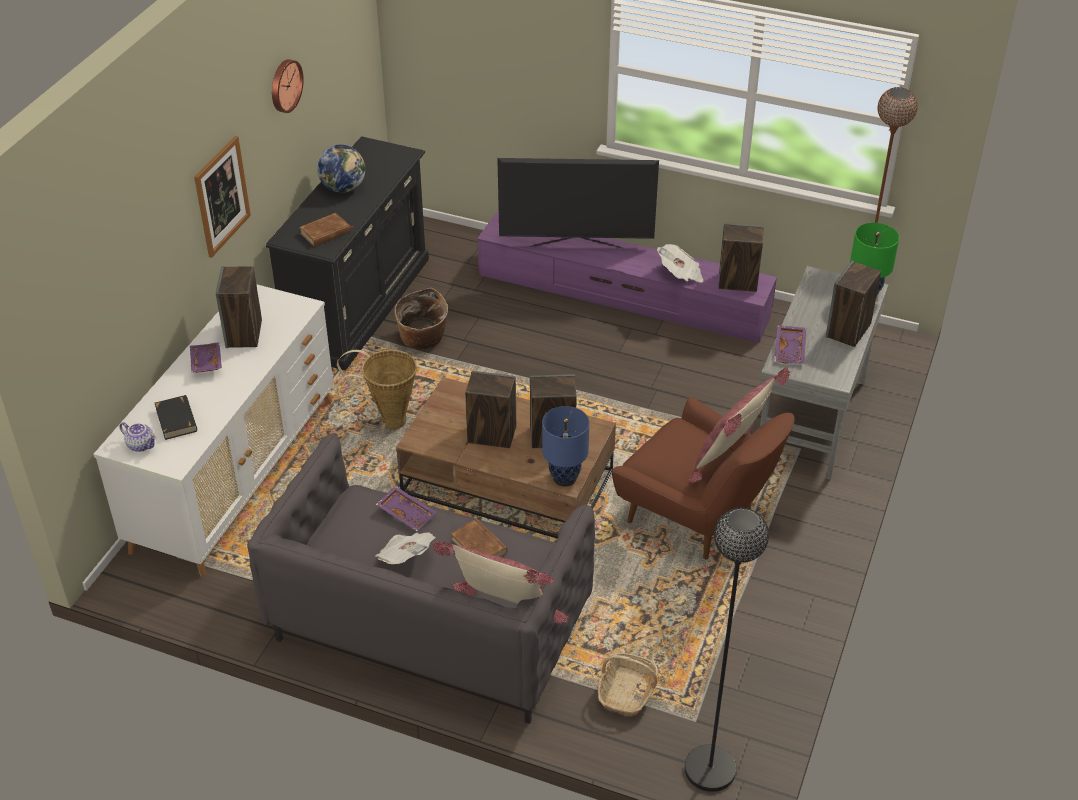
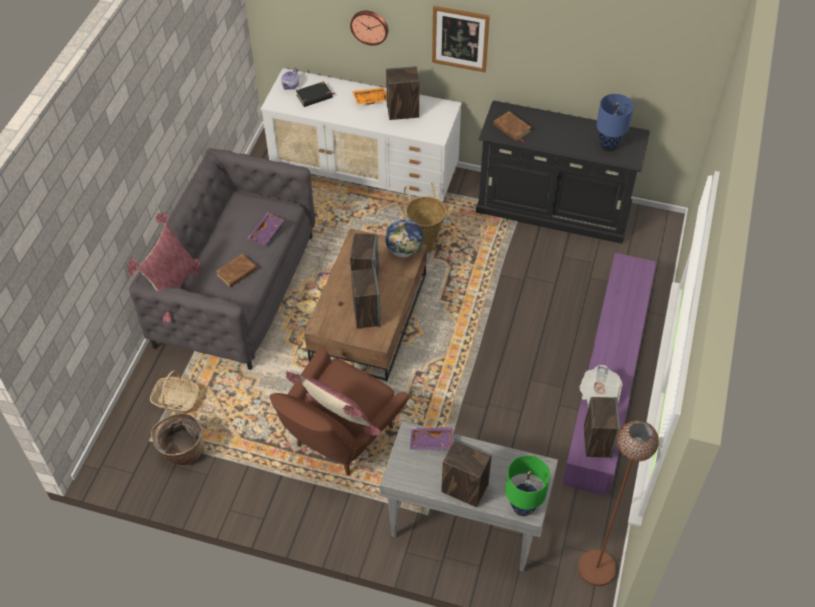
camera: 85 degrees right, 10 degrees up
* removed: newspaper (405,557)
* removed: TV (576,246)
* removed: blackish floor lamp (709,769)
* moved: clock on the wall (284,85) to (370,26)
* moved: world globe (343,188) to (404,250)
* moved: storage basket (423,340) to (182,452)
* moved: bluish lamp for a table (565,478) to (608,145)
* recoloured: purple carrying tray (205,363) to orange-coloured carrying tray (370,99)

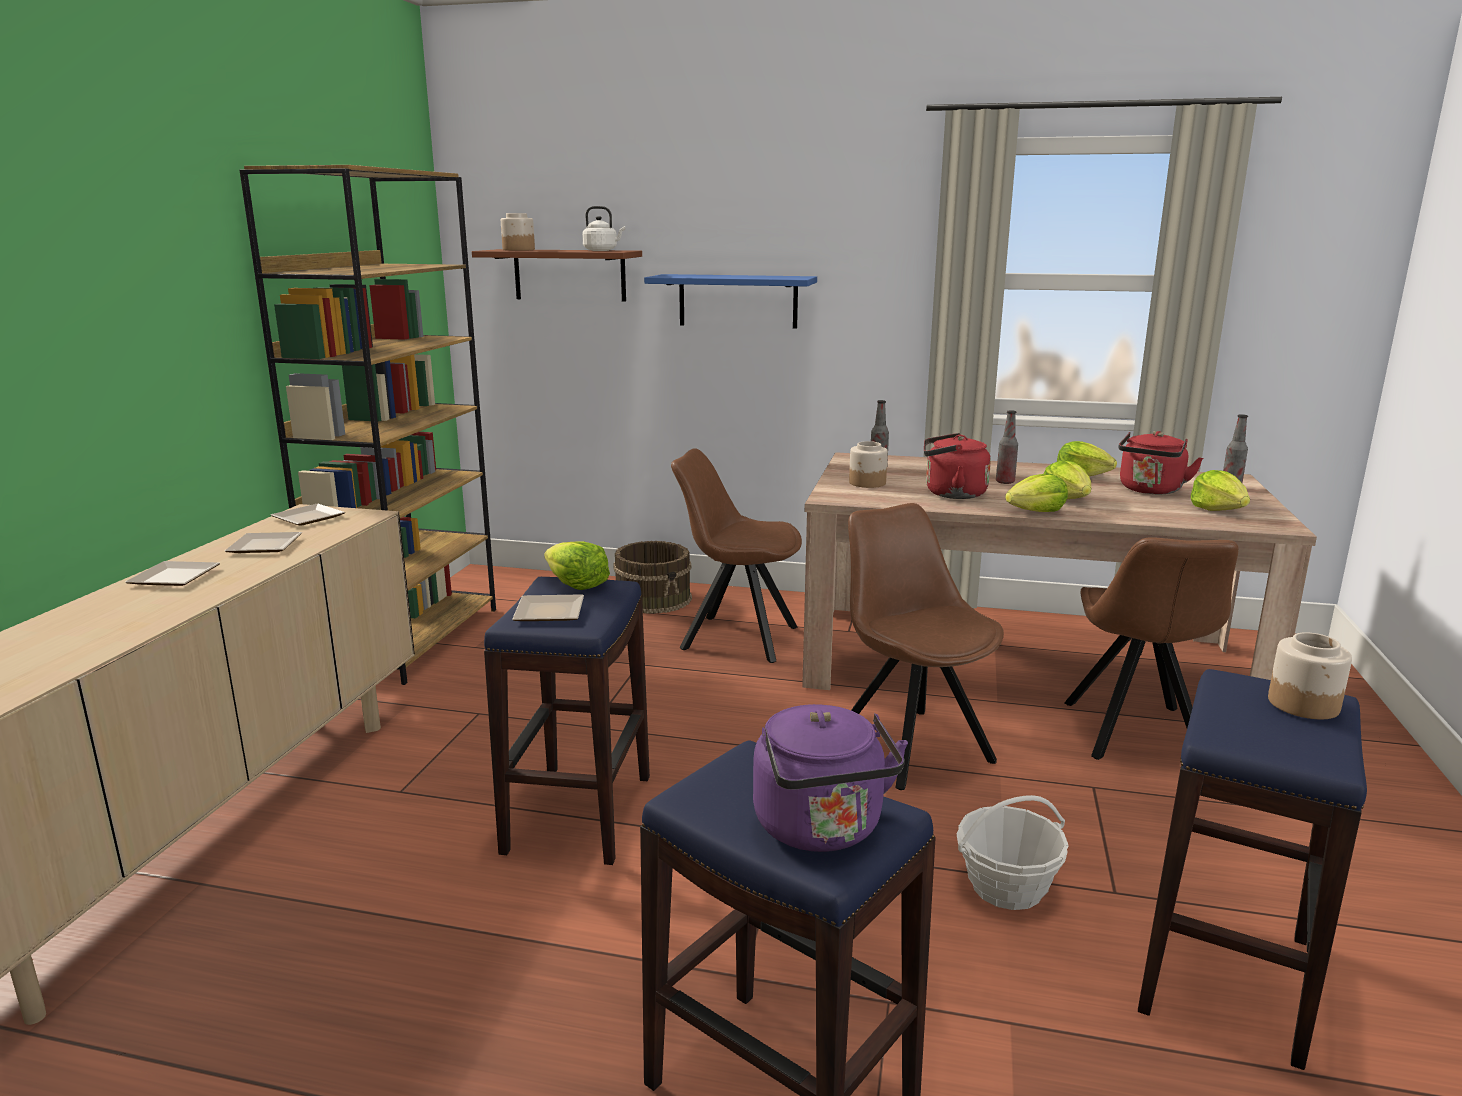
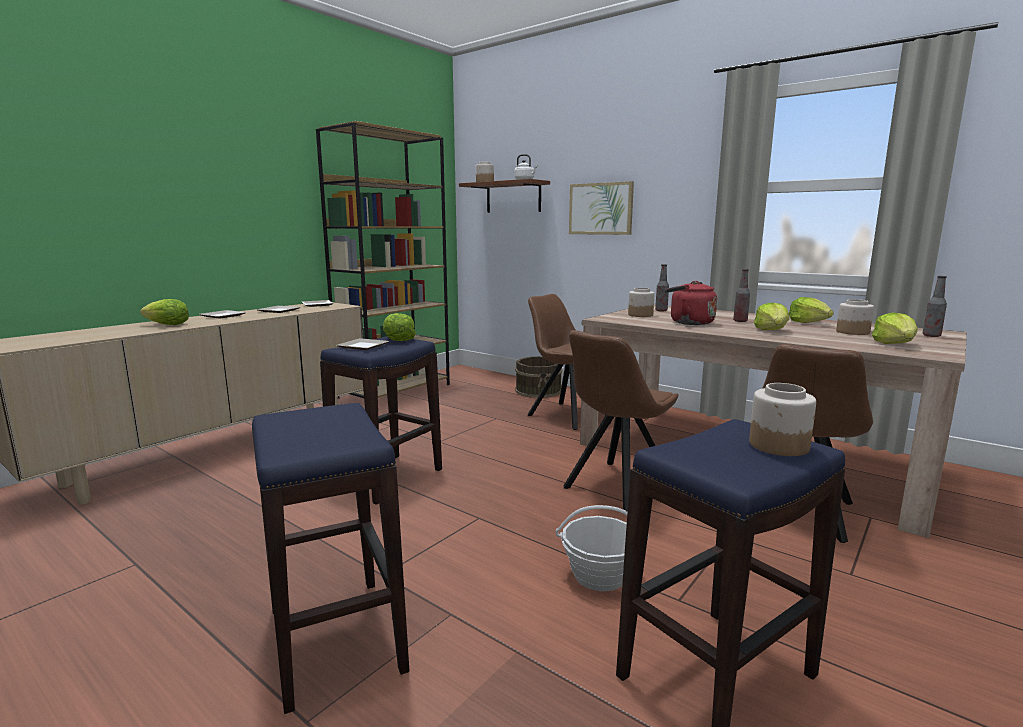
camera: 25 degrees right, 5 degrees down
* removed: purple water kettle (822,830)
* moved: head of lettuce (1036,512) to (167,325)
* replaced: bluish bracket shelf (738,301) to wall picture (600,209)
* replaced: red water kettle (1150,490) to jar (852,332)
* turned: brownish plain chair (911,747) = (617,486) 135 degrees counterclockwise

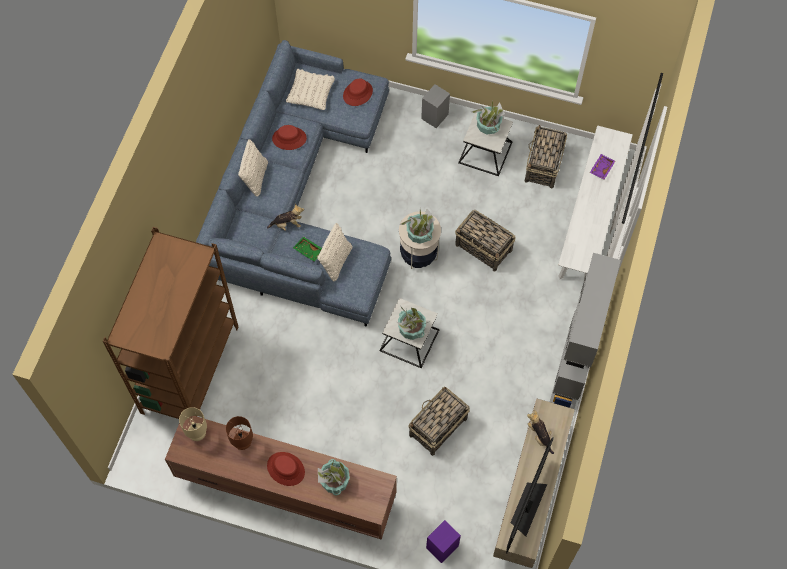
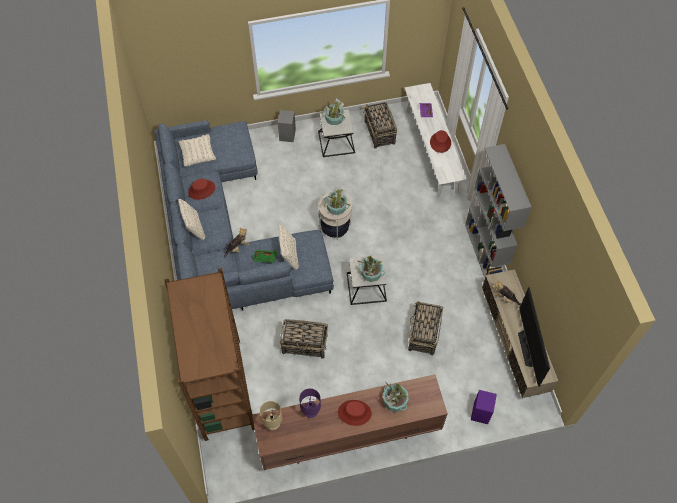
camera: 30 degrees left, 5 degrees down
* moved: red hat (357,93) to (440,142)
* moved: storage basket (484,248) to (305,344)
* recoloured: brownish lamp for a table (243,443) to purple lamp for a table (311,412)

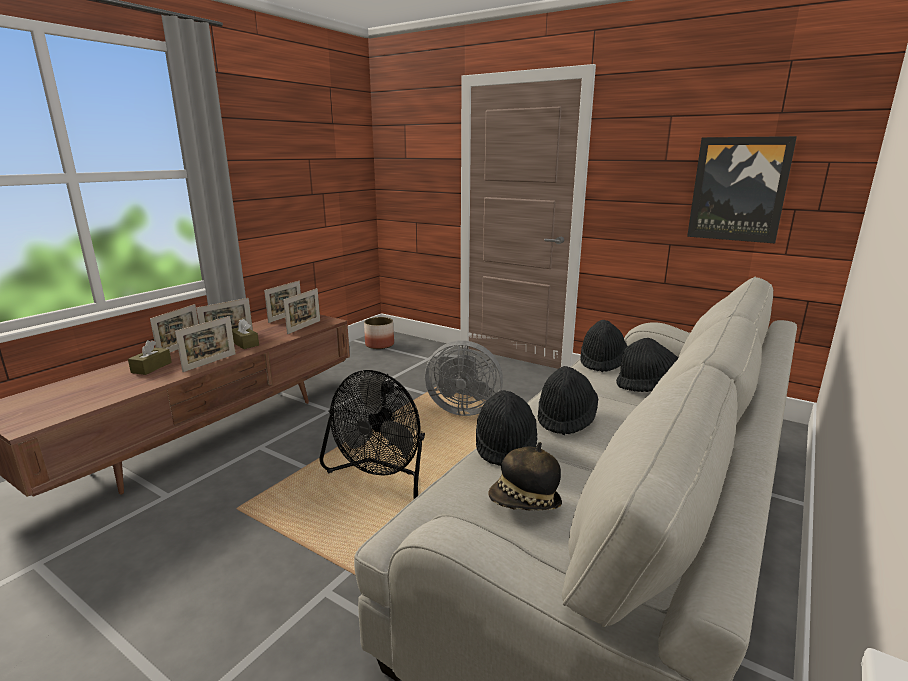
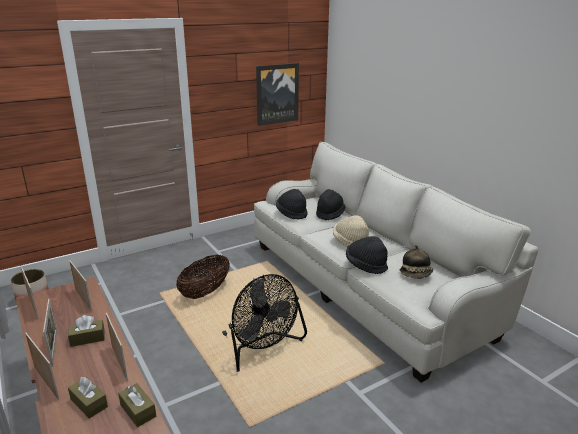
camera: 65 degrees left, 5 degrees up
* added: brownish tissue box (138,410)
* replaced: greyish fan (462,409) to storage basket (205,292)
* recoloured: blackish hat (566,418) to sand-coloured hat (351,242)

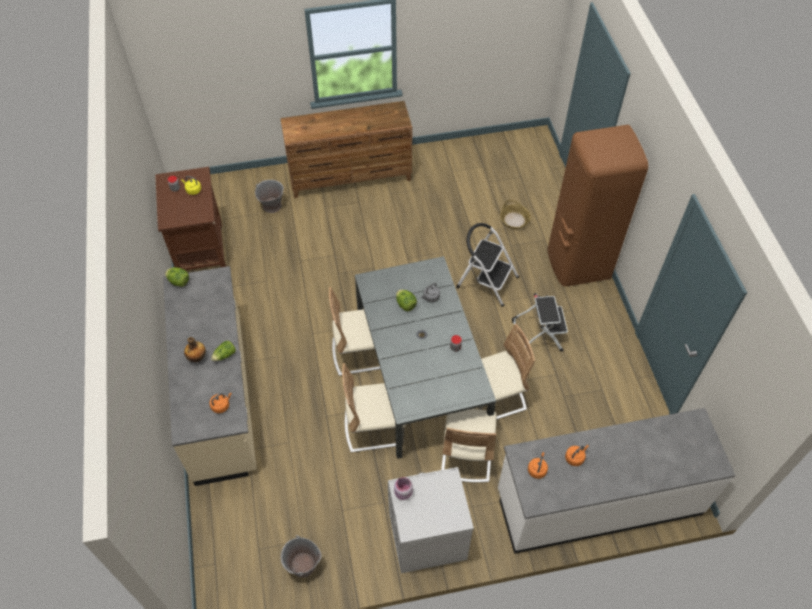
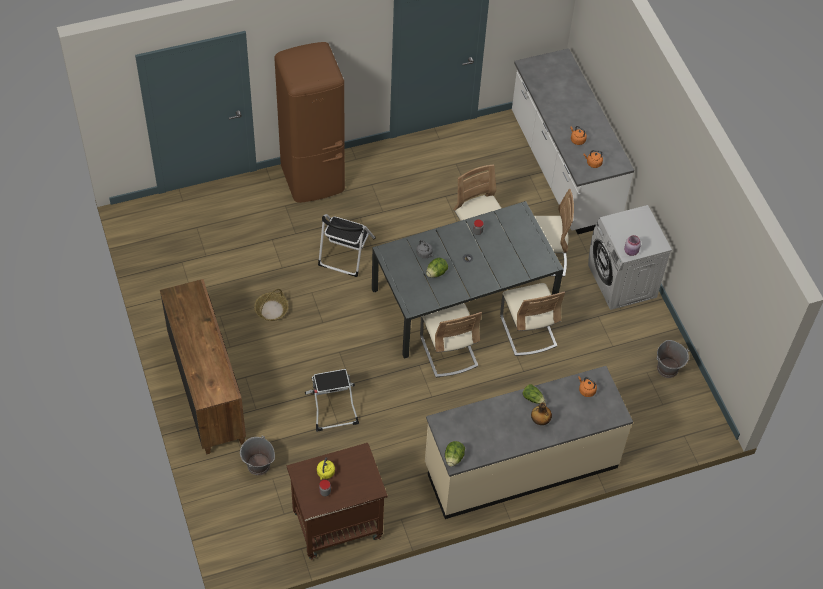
camera: 100 degrees left, 0 degrees up
* moved: storage basket (514,220) to (271,310)
* moved: stepladder (538,333) to (332,406)

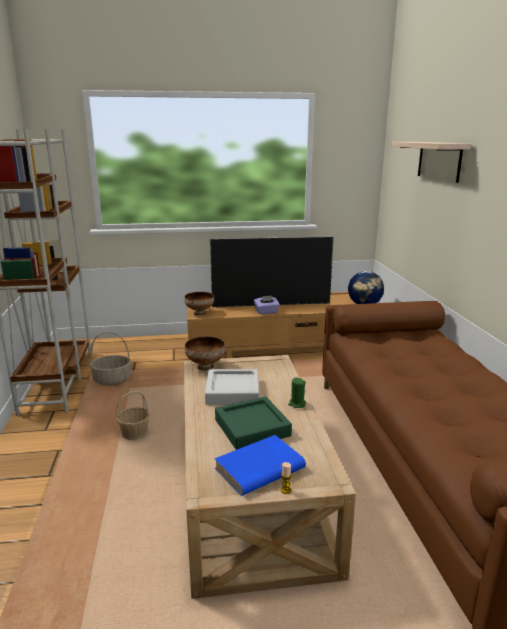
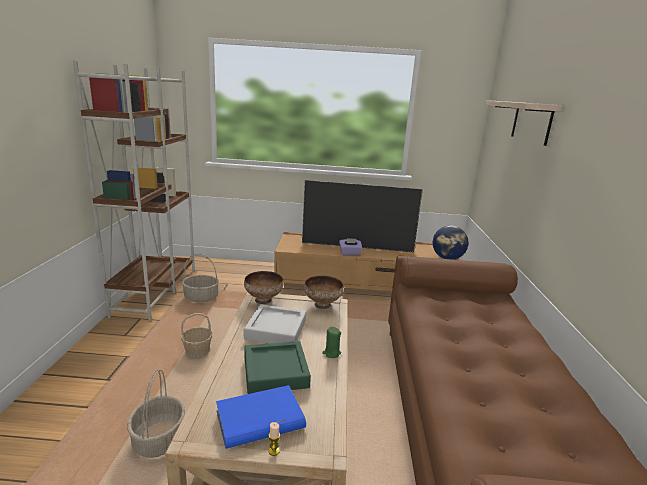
camera: 10 degrees right, 0 degrees up
* added: storage basket (158,439)
* moved: serving bowl (200,313) to (323,304)

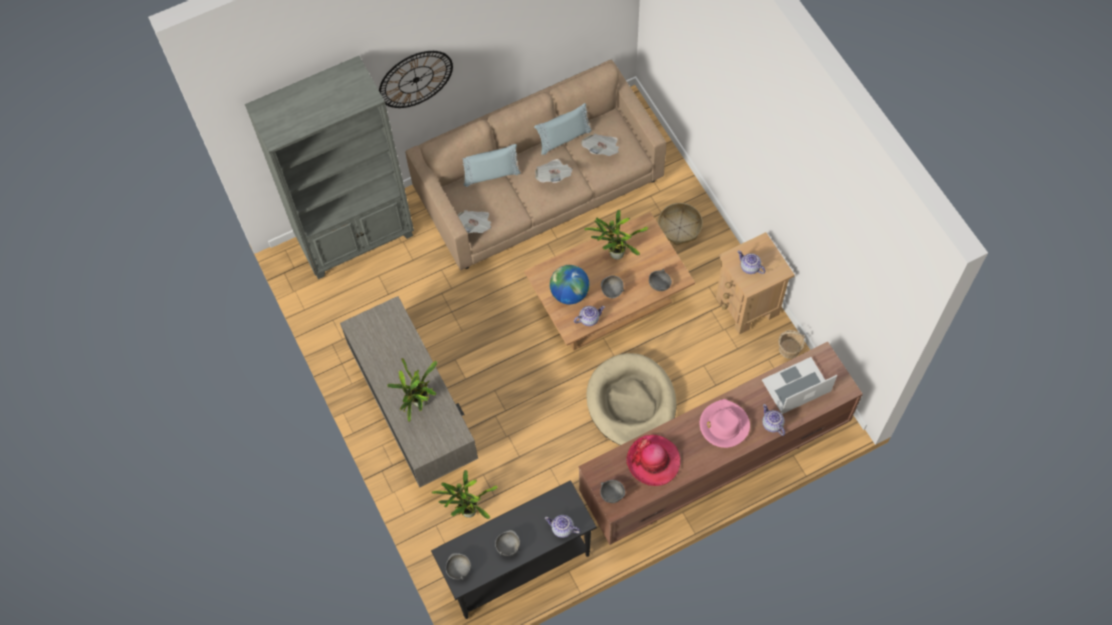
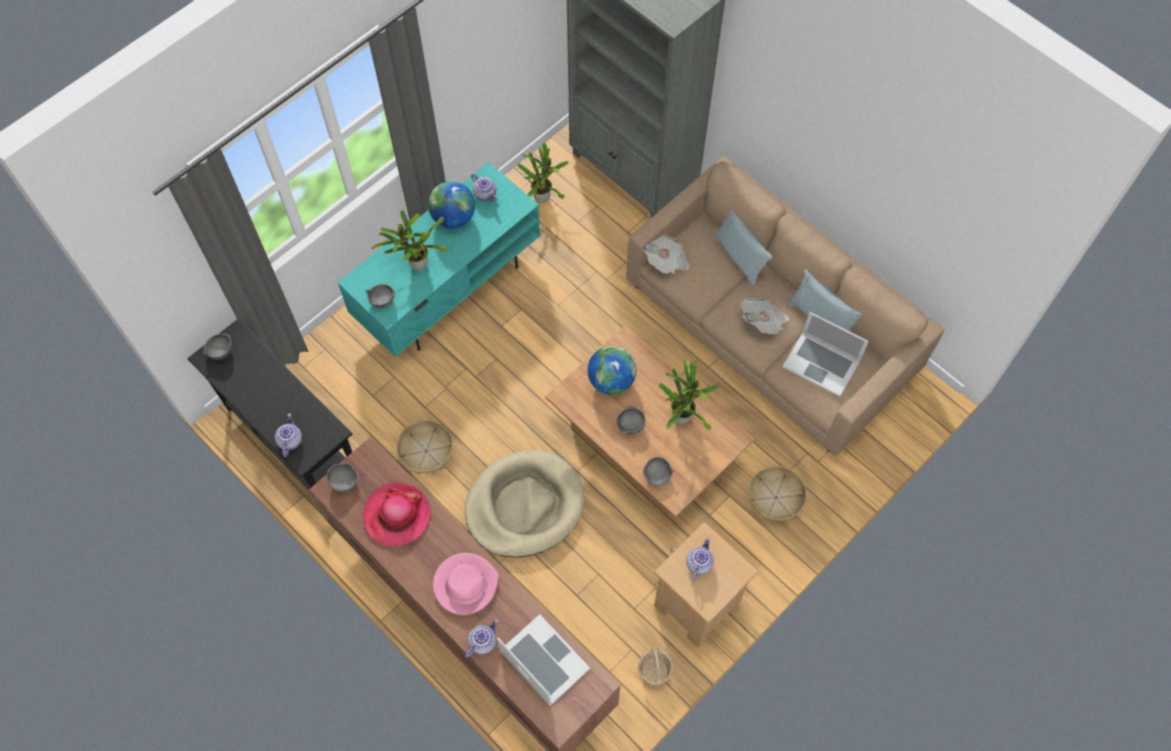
camera: 70 degrees right, 0 degrees up
* removed: clock on the wall (415,79)
* added: storage basket (426,451)
* added: world globe (453,217)
* moved: houseplant (467,509) to (543,195)
* moved: greyish serving bowl (507,546) to (382,300)
* moved: teapot (589,318) to (485,194)
* replaced: newspaper (602,150) to notebook computer (821,363)
* recoloured: greyish tv stand (413,411) to blue-green tv stand (448,288)

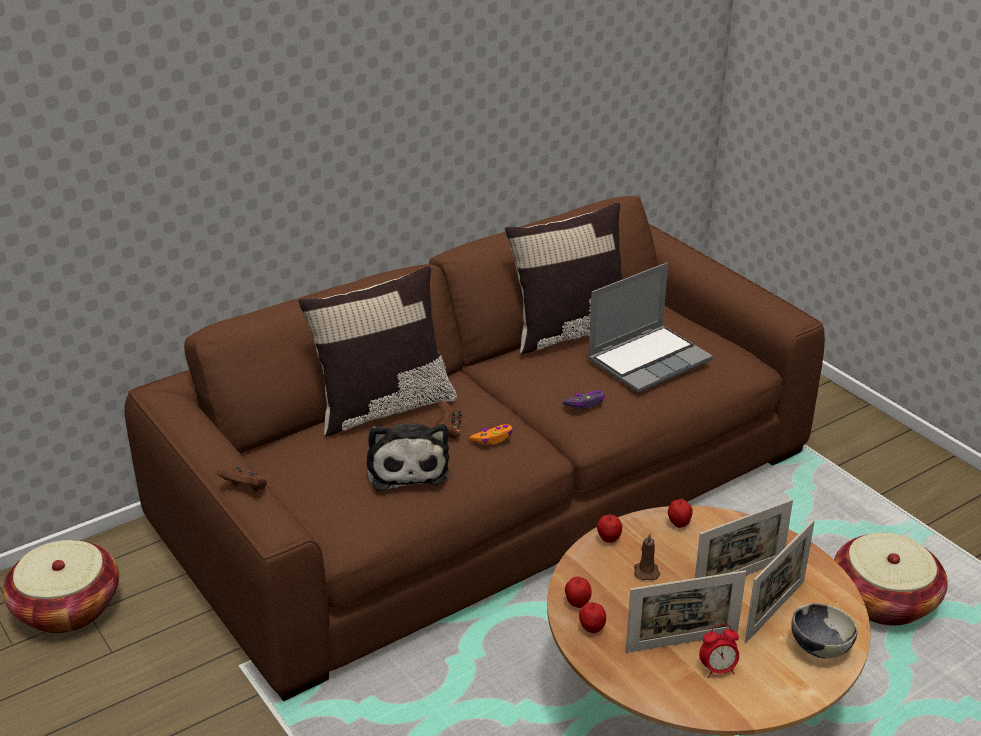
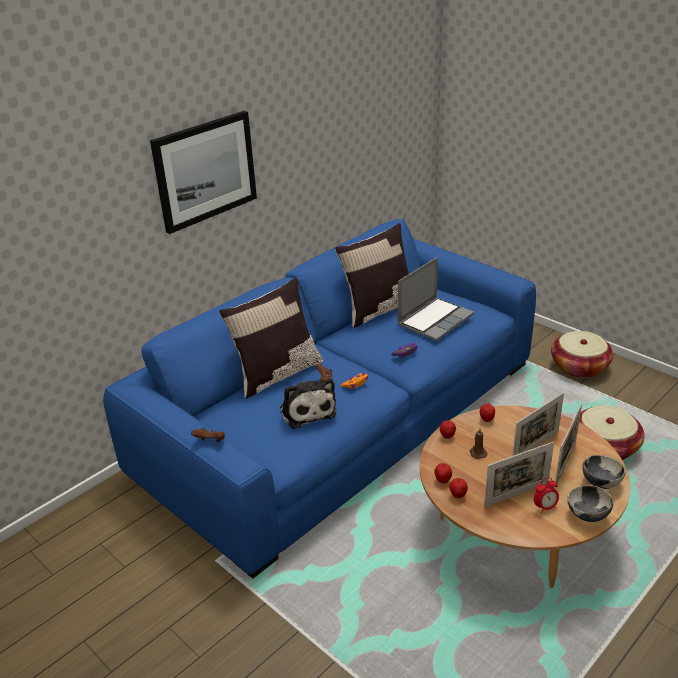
camera: 10 degrees left, 0 degrees up
* added: wall picture (205,170)
* added: serving bowl (587,515)
* moved: storage basket (67,608) to (579,367)
* recoloured: brownish settee (490,486) to bluish settee (342,415)

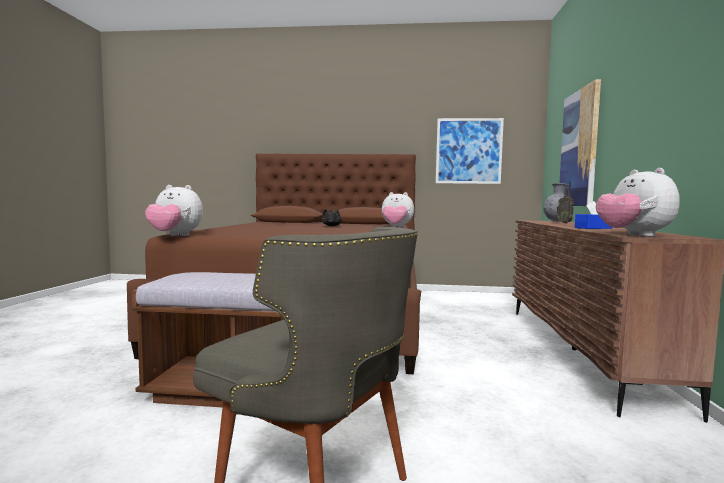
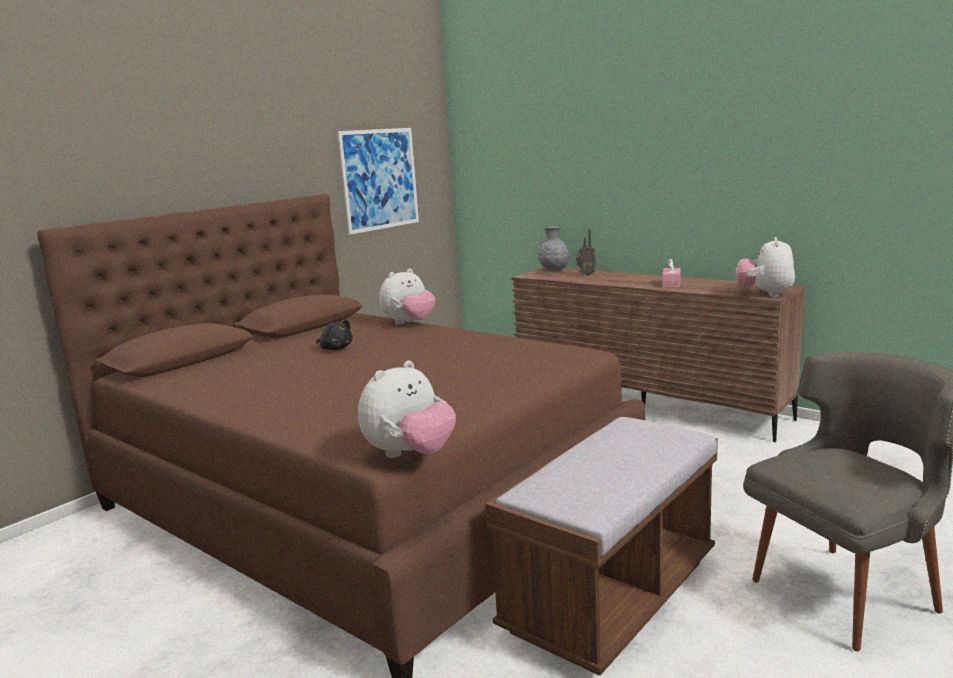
camera: 55 degrees left, 10 degrees up
* removed: wall picture (579,148)
* recoloured: bluish tissue box (593,228) to pink tissue box (671,284)
* turned: soft toy (633,235) = (765,295) 90 degrees clockwise

